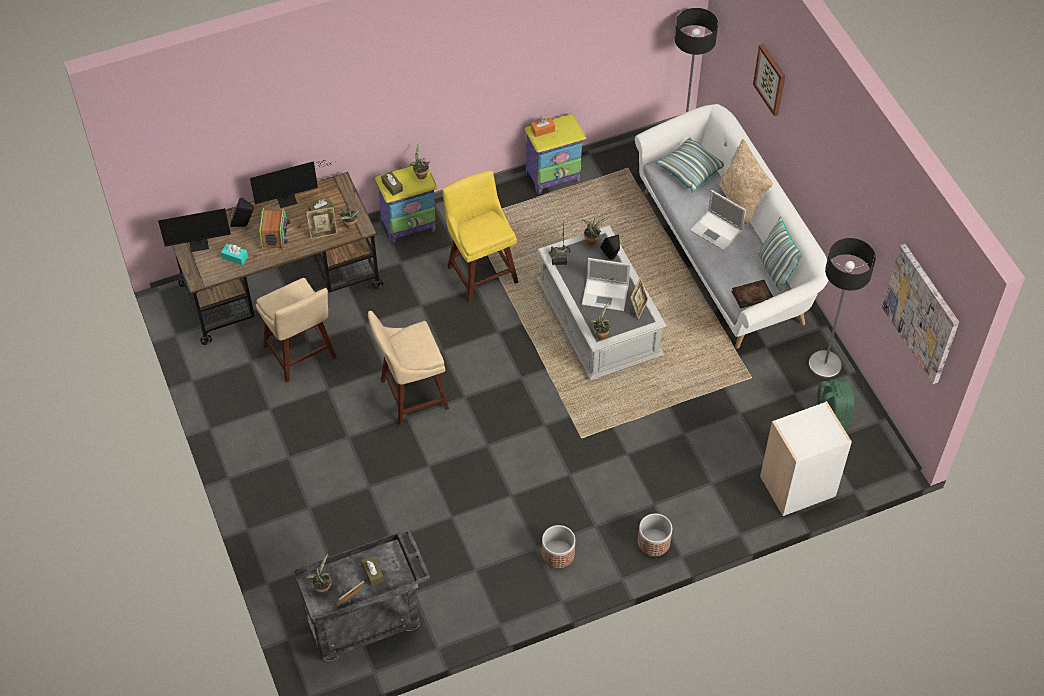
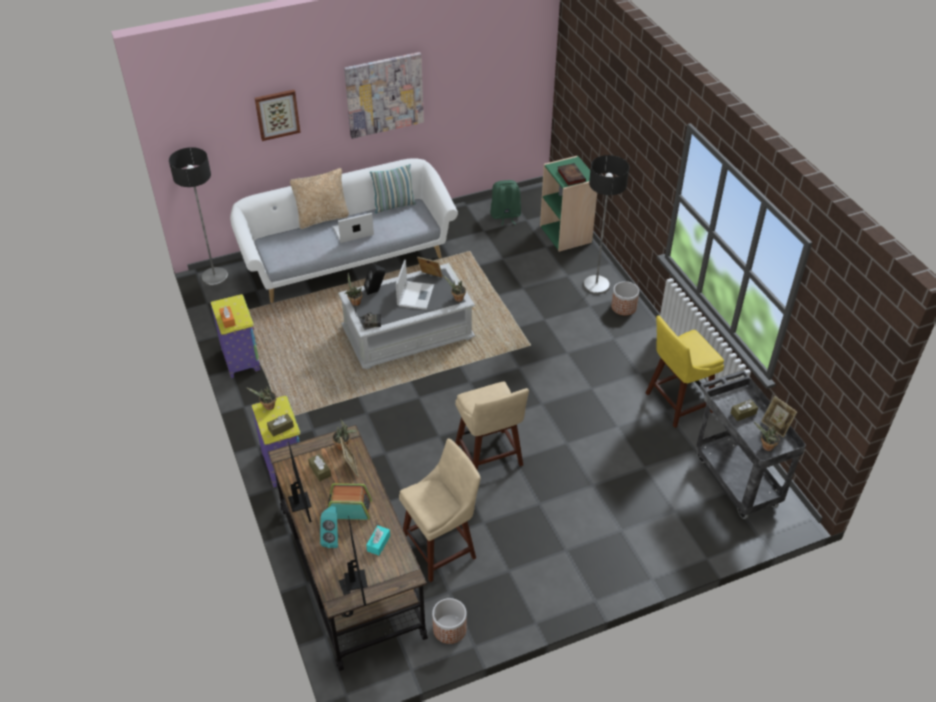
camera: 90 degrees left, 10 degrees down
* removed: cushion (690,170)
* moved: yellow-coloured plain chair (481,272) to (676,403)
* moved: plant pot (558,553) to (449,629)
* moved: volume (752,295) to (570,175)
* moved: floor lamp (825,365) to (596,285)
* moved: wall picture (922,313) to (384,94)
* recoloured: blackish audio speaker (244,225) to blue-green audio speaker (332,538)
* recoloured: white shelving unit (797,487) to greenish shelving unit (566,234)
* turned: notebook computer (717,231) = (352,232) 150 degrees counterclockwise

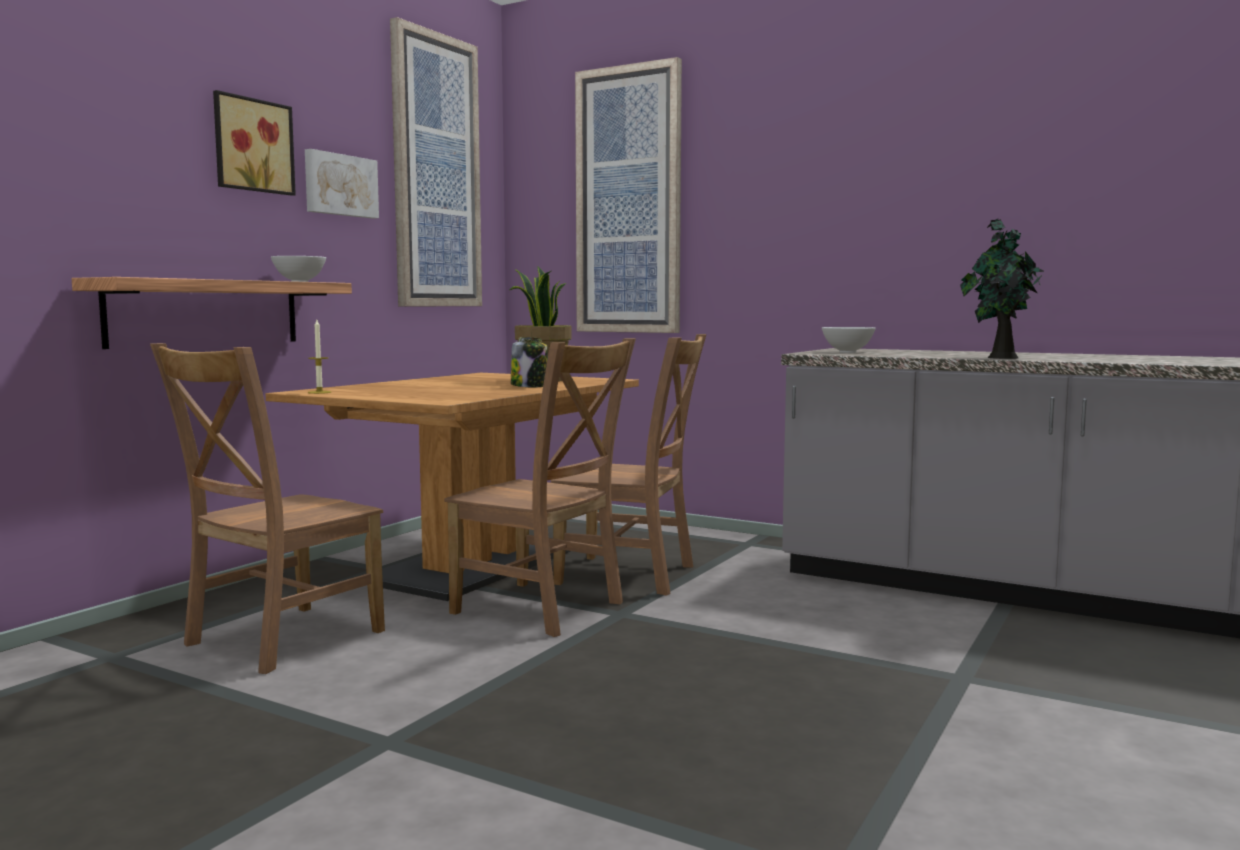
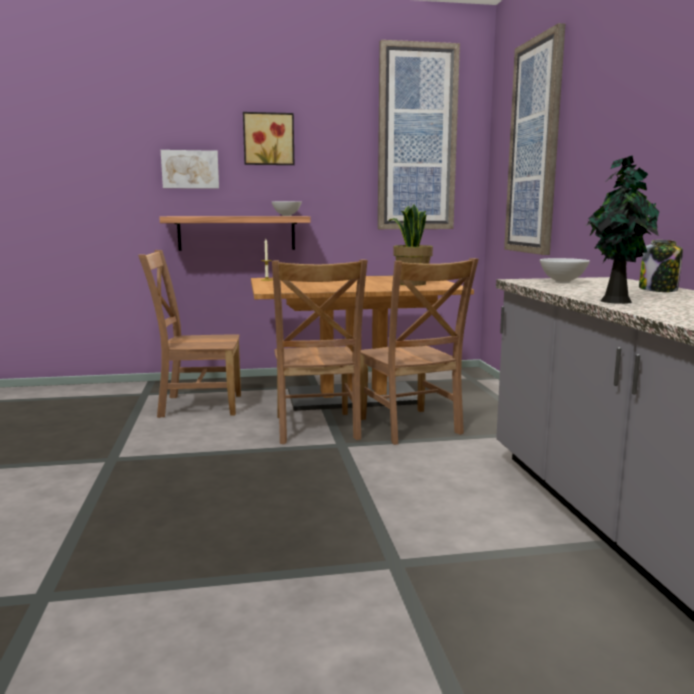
camera: 50 degrees right, 5 degrees up
* moved: wall picture (340,185) to (190,169)
* moved: jar (529,386) to (658,290)

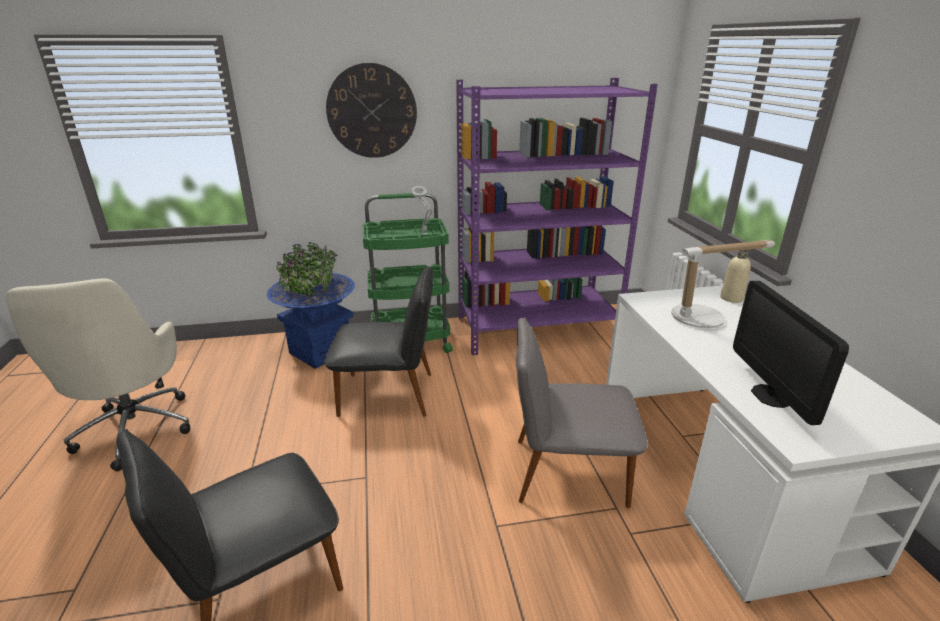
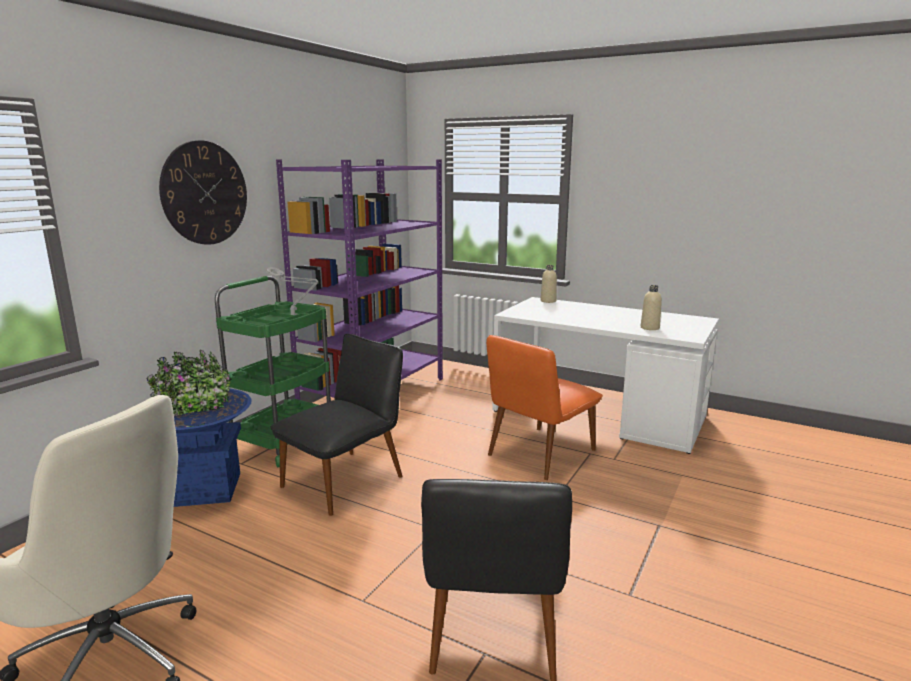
camera: 50 degrees left, 10 degrees down
* removed: lamp for a table (703,317)
* replaced: computer display (771,396) to sand-coloured beverage bottle (650,328)
* recoloured: greyish plain chair (569,472) to orange-coloured plain chair (541,452)

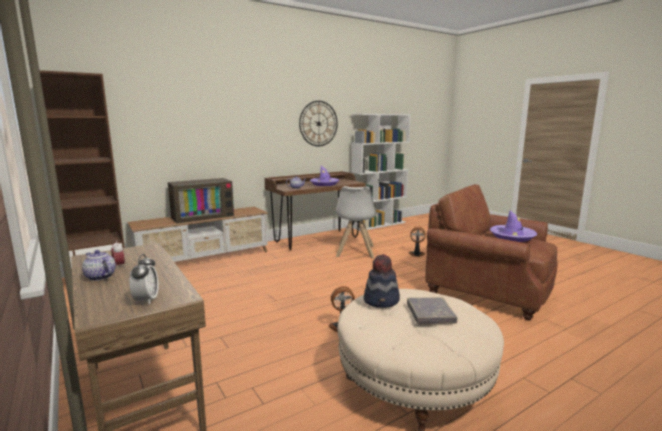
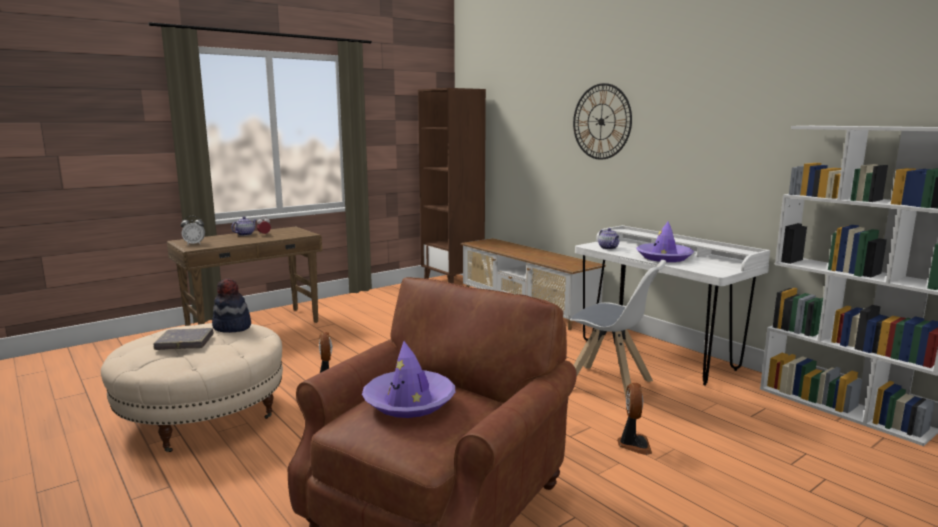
camera: 85 degrees right, 0 degrees up
* removed: TV (203,216)
* moved: clock on the wall (318,123) to (601,121)
* recoloured: brownish desk (316,239) to white desk (657,355)
* turned: plain chair (355,252) = (610,386) 150 degrees counterclockwise

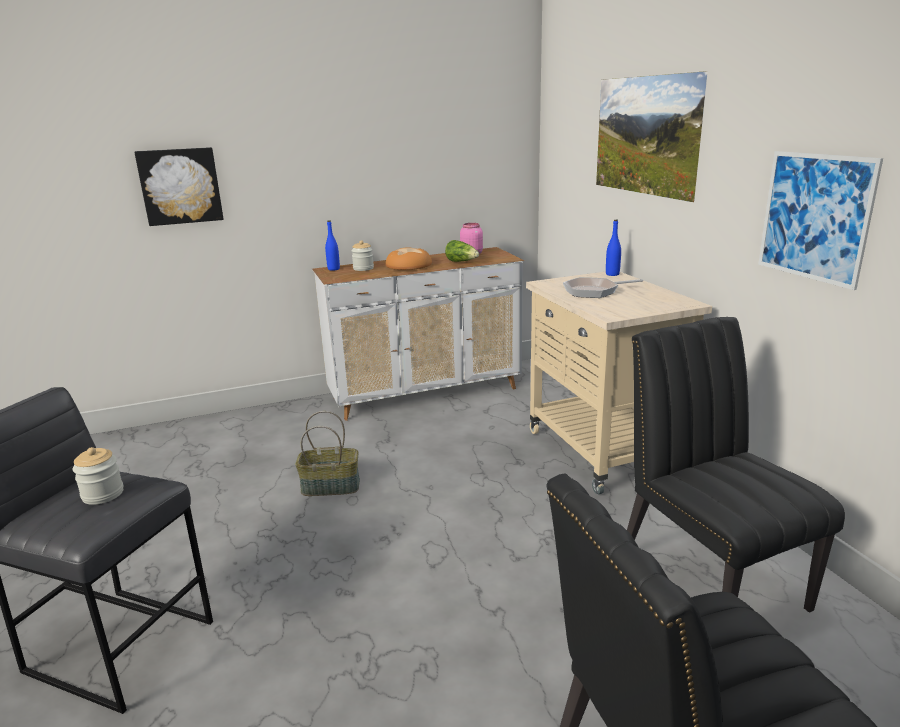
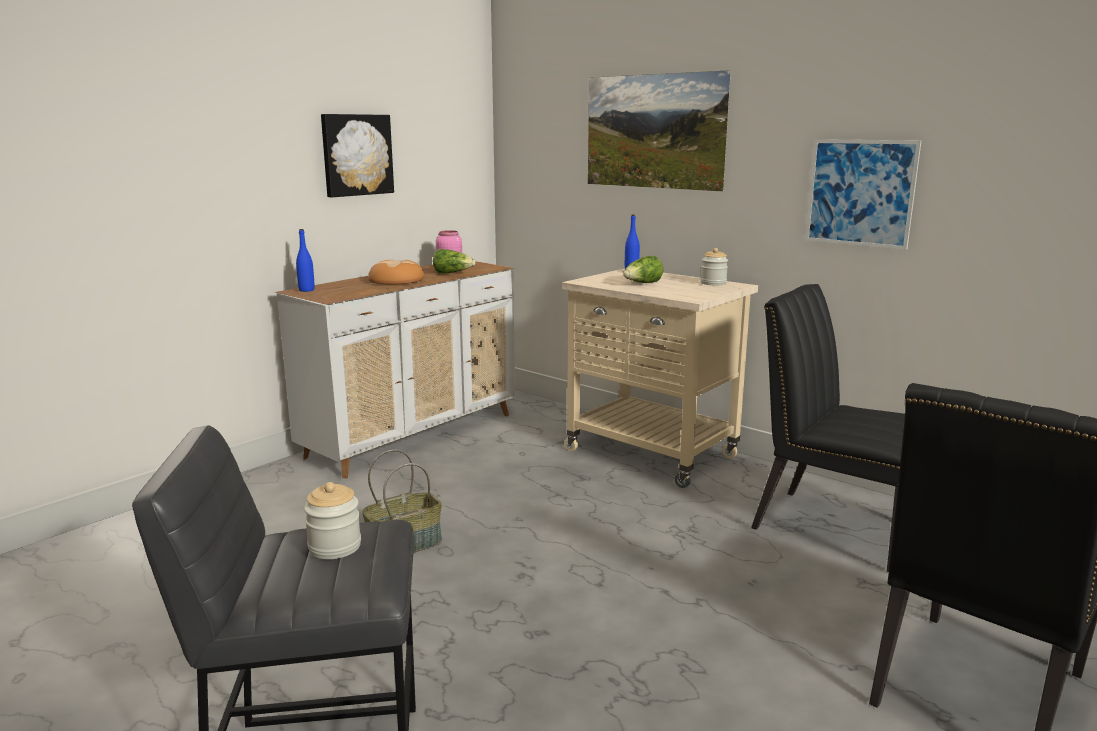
camera: 30 degrees left, 5 degrees down
* moved: wall picture (180,186) to (356,155)
* moved: jar (363,268) to (713,283)
* replaced: frying pan (594,291) to head of lettuce (642,284)

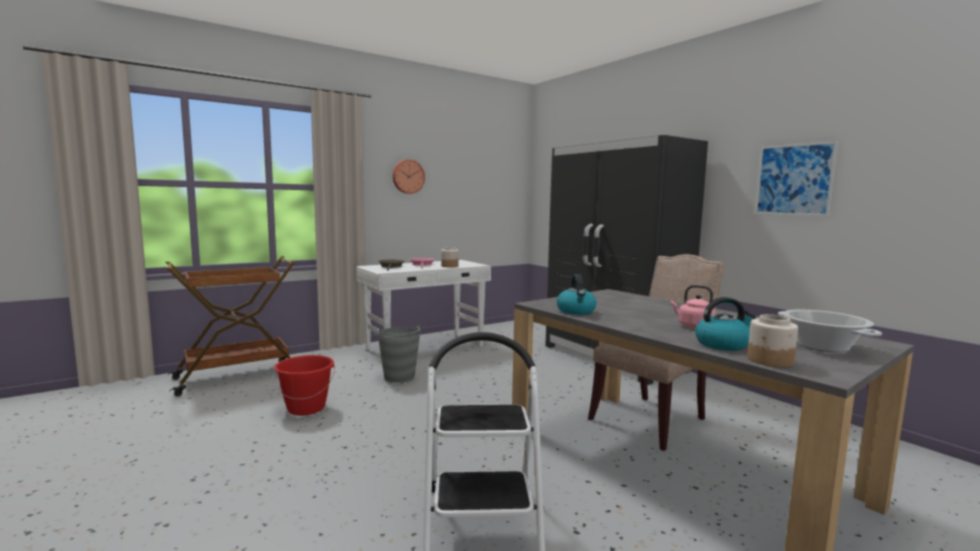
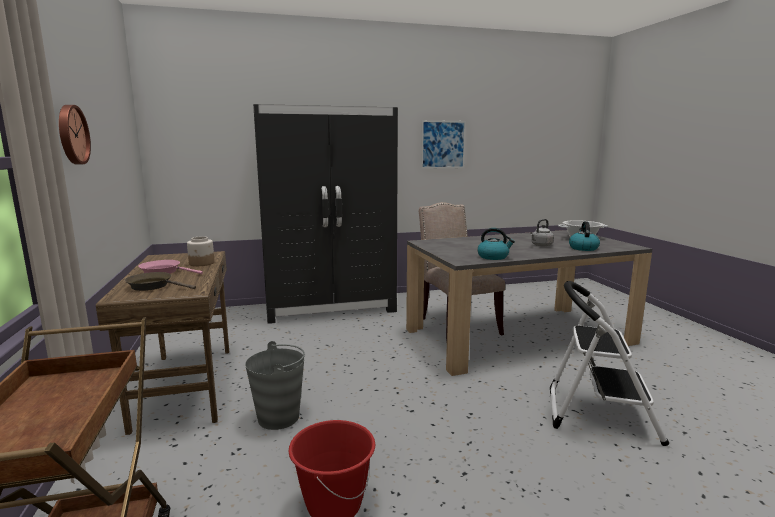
camera: 70 degrees left, 5 degrees up
* removed: jar (770,361)
* recoloured: white console table (425,348) to brownish console table (185,386)
* recoloured: pink water kettle (693,326) to greyish water kettle (541,245)

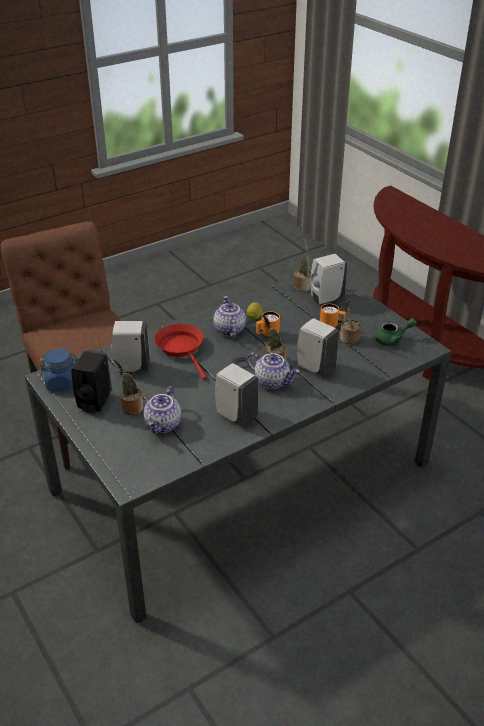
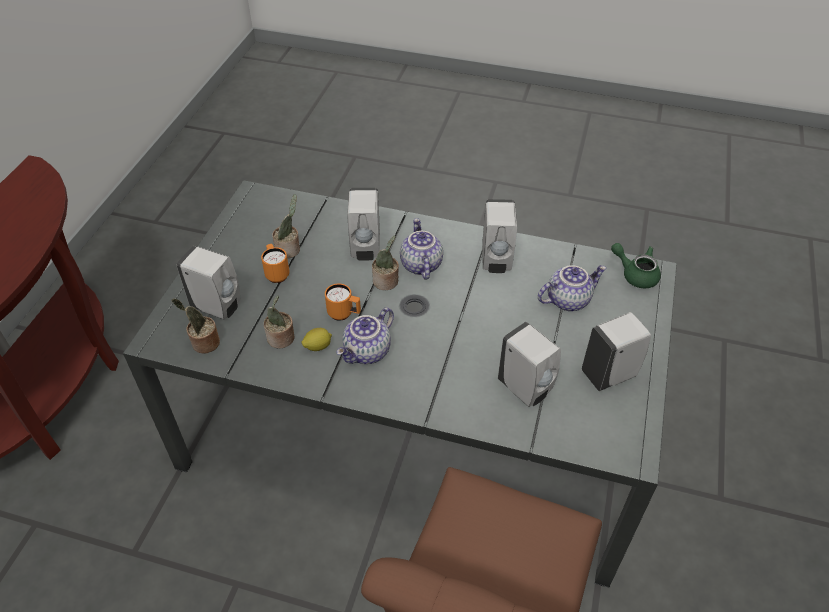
camera: 130 degrees left, 10 degrees up
* removed: bluish jar (62,383)
* removed: red frying pan (181,349)
* moved: houseplant (131,407) to (281,339)
* moved: greenish teapot (392,339) to (635,274)
* recoloured: blackish soap bottle (94,403) to white soap bottle (610,374)

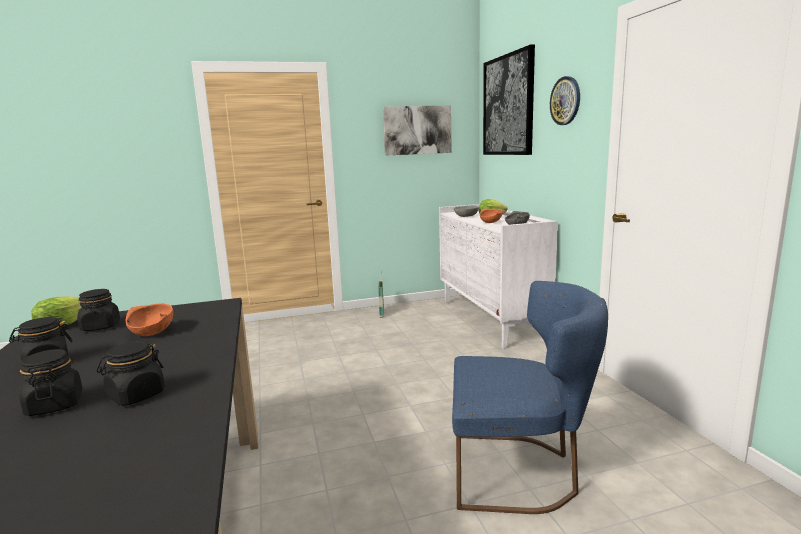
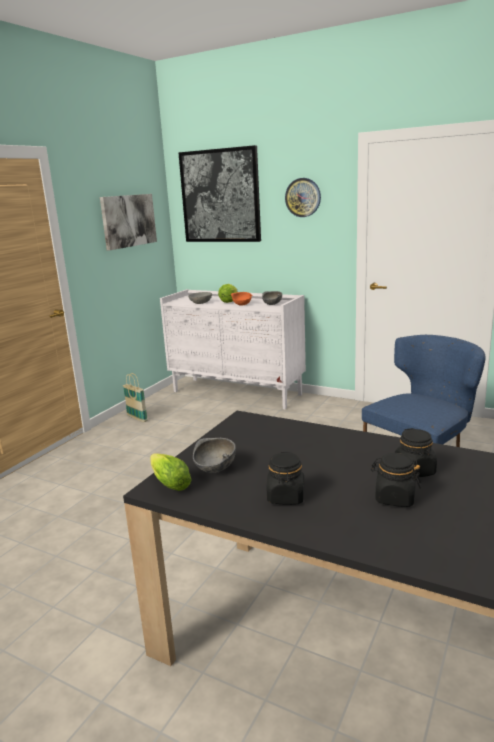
camera: 45 degrees left, 5 degrees up
* removed: orange-coloured serving bowl (152,333)
* replaced: blackish jar (101,326) to greyish serving bowl (215,468)

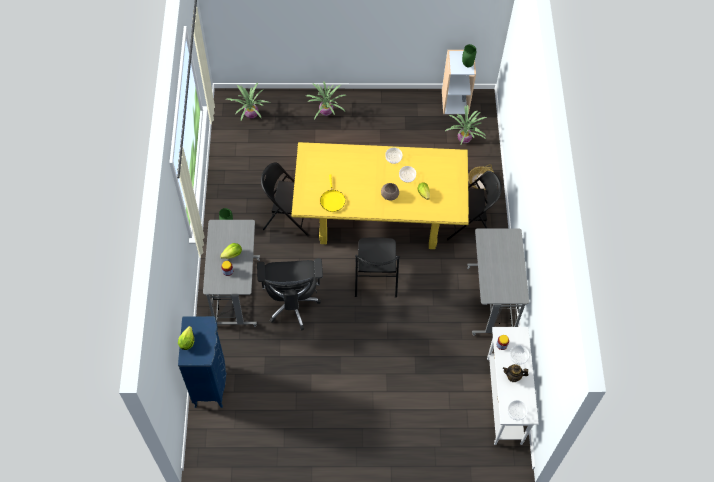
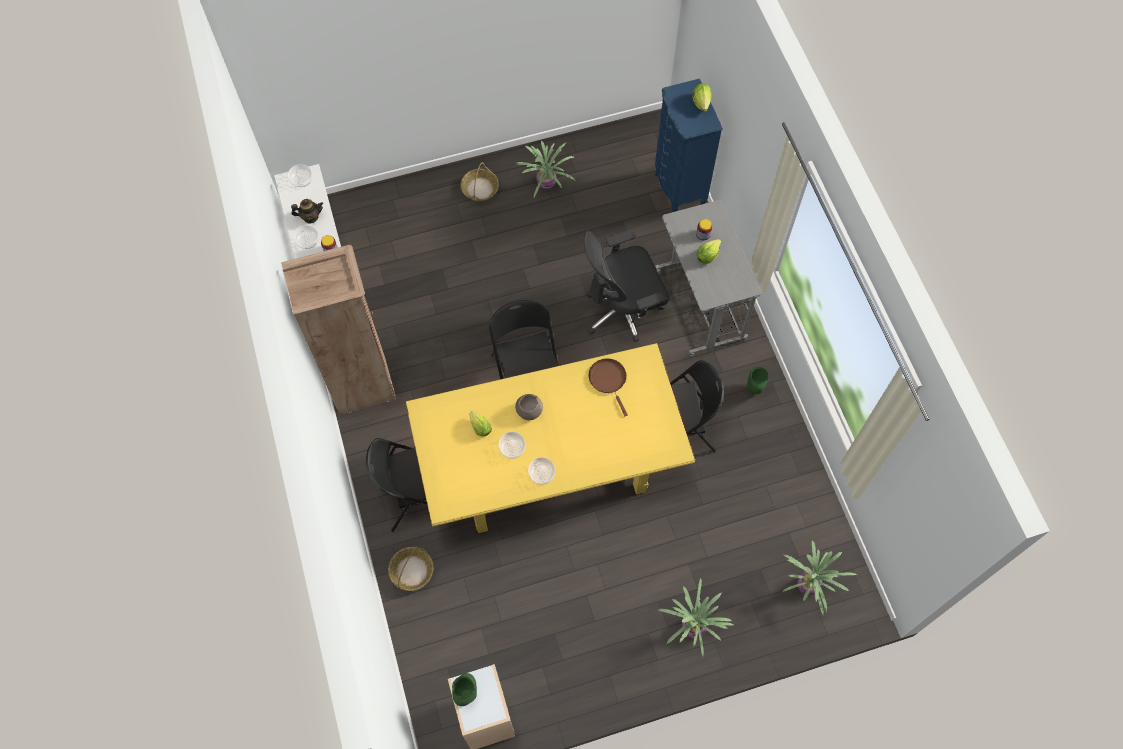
camera: 165 degrees right, 5 degrees up
* added: storage basket (480,189)
* moved: houseplant (465,139) to (545,184)
* replaced: greyish desk (491,300) to brownish storage cabinet (363,386)
* recoloured: yellow-coloured frying pan (332,200) to brownish frying pan (608,380)
* turned: office chair (292,303) = (623,311) 90 degrees counterclockwise

